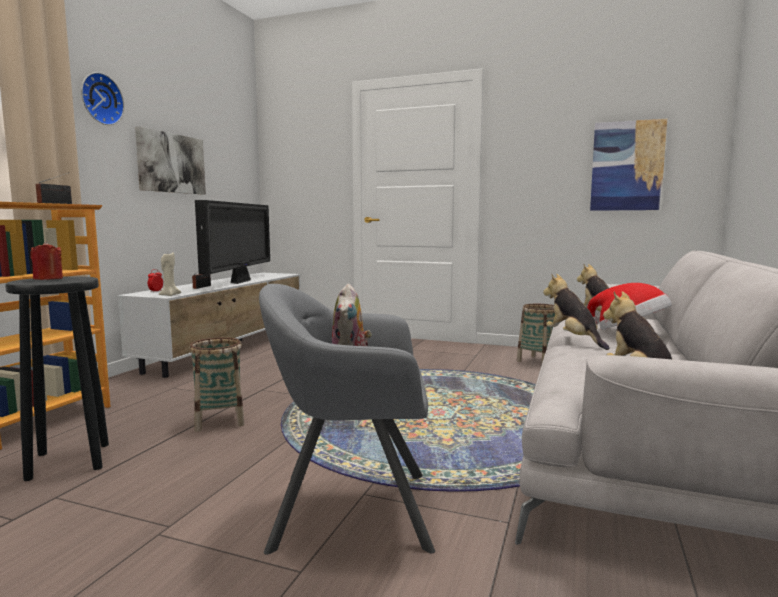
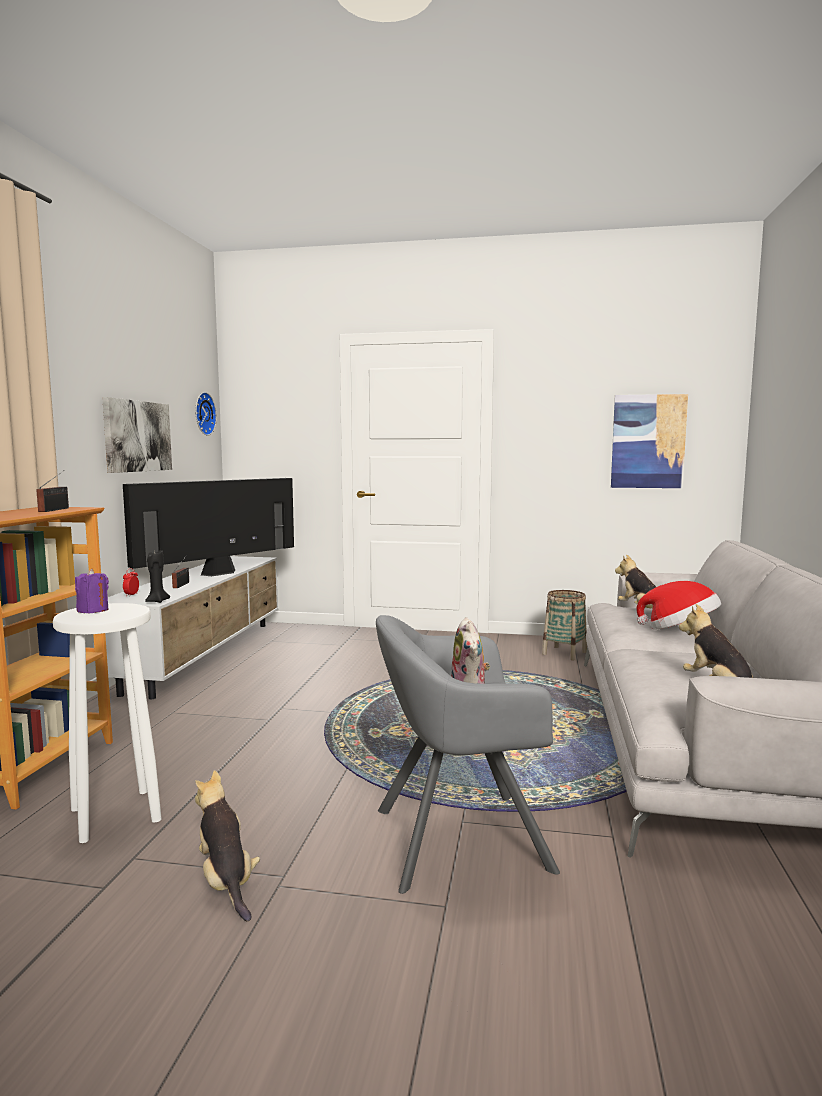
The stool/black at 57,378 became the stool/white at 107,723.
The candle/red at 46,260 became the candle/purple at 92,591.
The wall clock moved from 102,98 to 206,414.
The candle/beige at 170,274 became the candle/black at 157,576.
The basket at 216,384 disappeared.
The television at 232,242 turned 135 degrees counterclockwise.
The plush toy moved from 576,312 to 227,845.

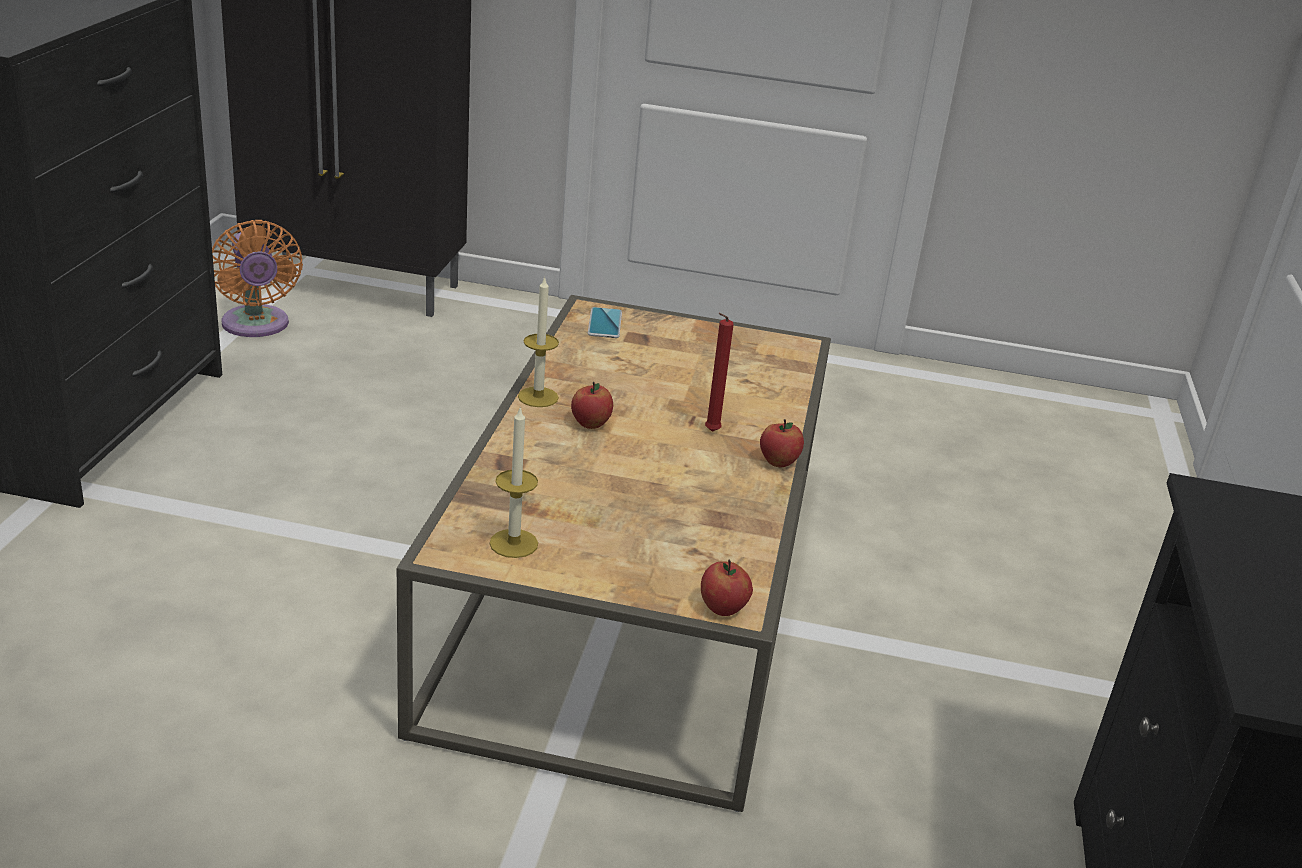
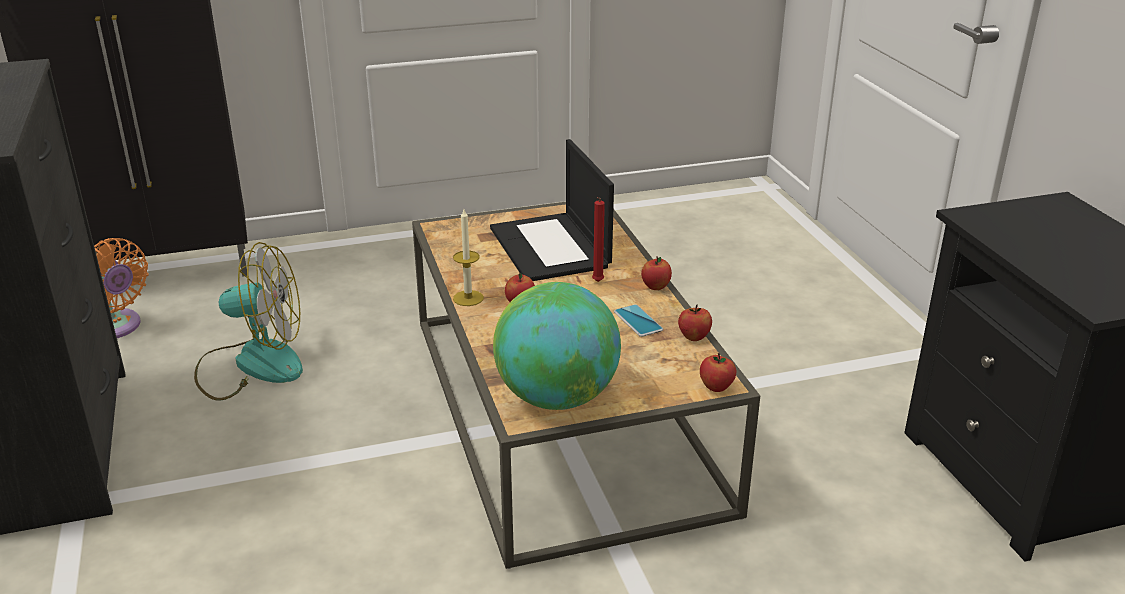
The candle at 514,483 was replaced by the globe at 557,346.
The phone moved from 605,322 to 638,320.
The fan at 248,321 appeared.
The laptop at 552,210 appeared.
The apple at 695,322 appeared.

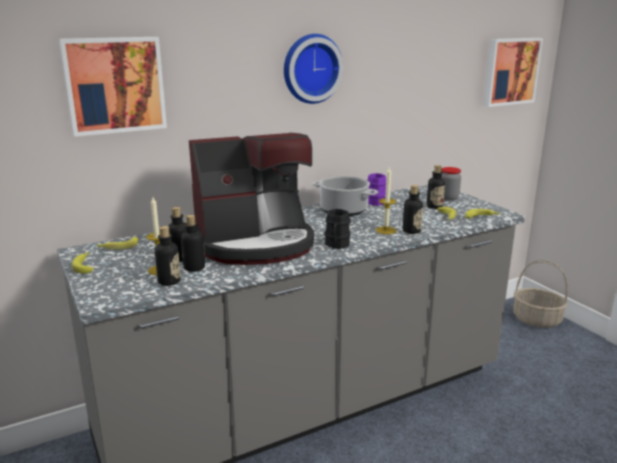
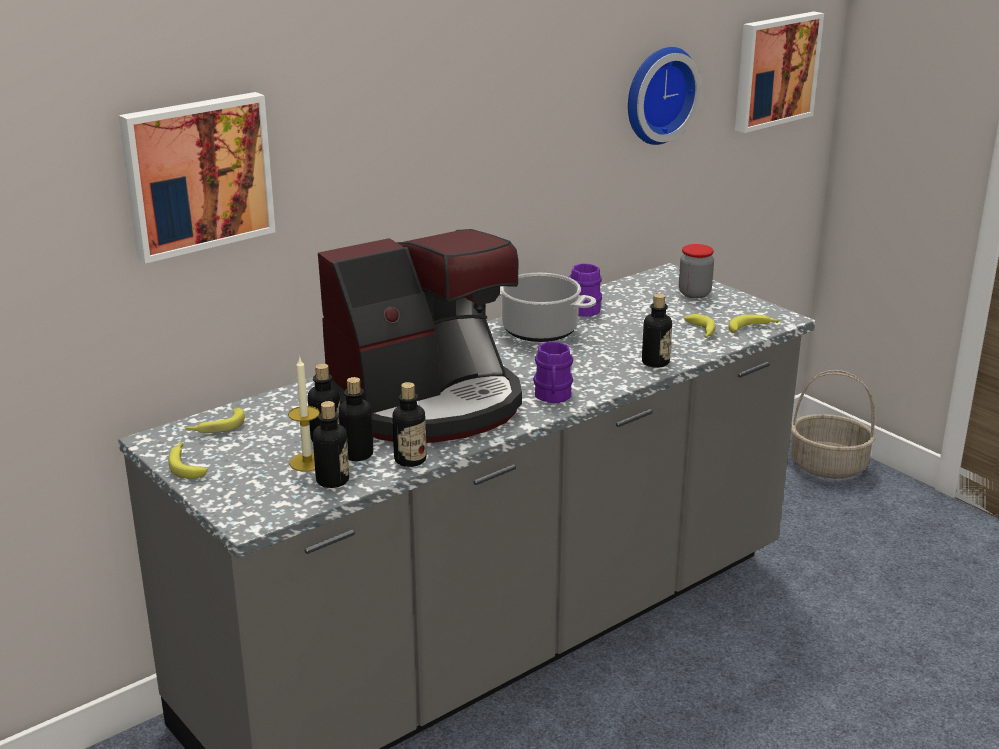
The wall clock moved from 314,69 to 665,96.
The mug/black at 338,229 became the mug/purple at 553,372.
The candle at 386,201 disappeared.
The bottle moved from 436,187 to 409,424.

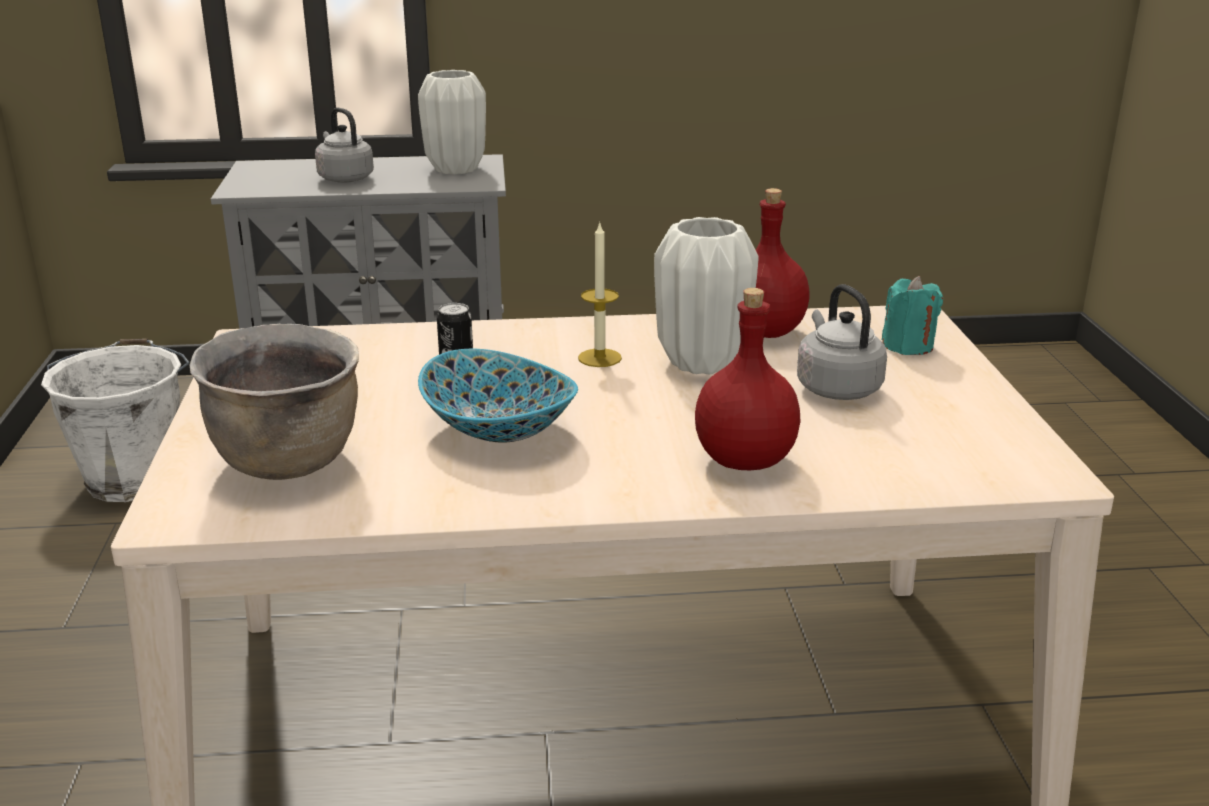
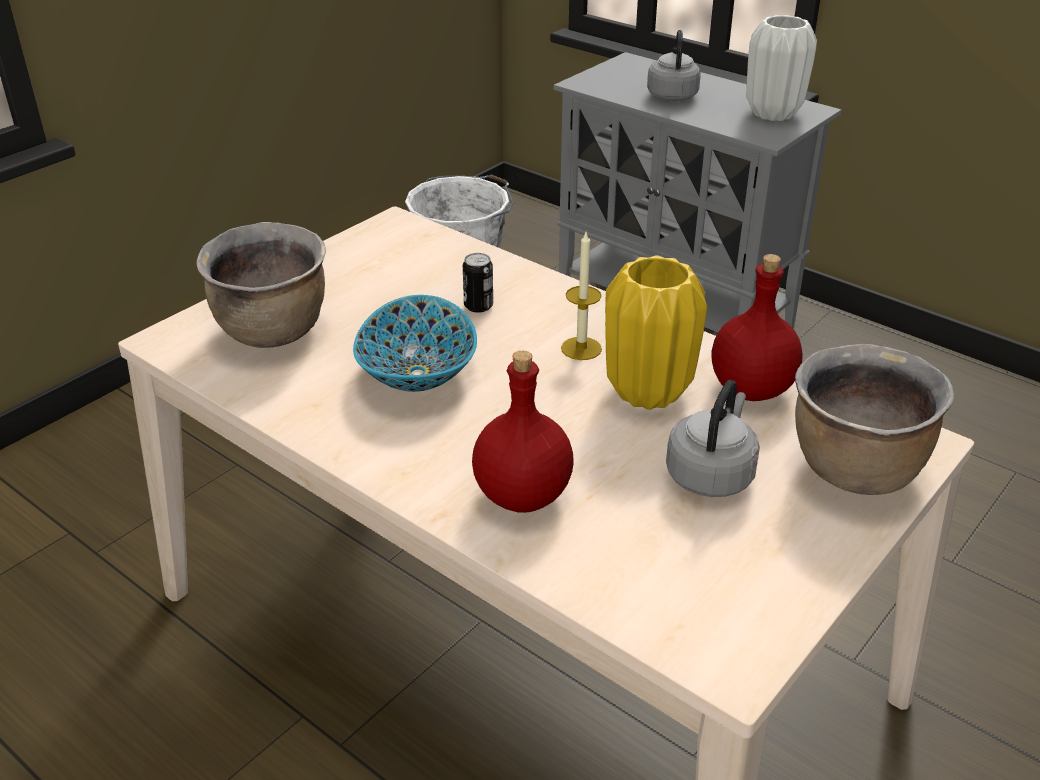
The vase/white at 706,295 became the vase/yellow at 656,332.
The candle/turquoise at 912,315 was replaced by the cooking pot/brown at 874,419.

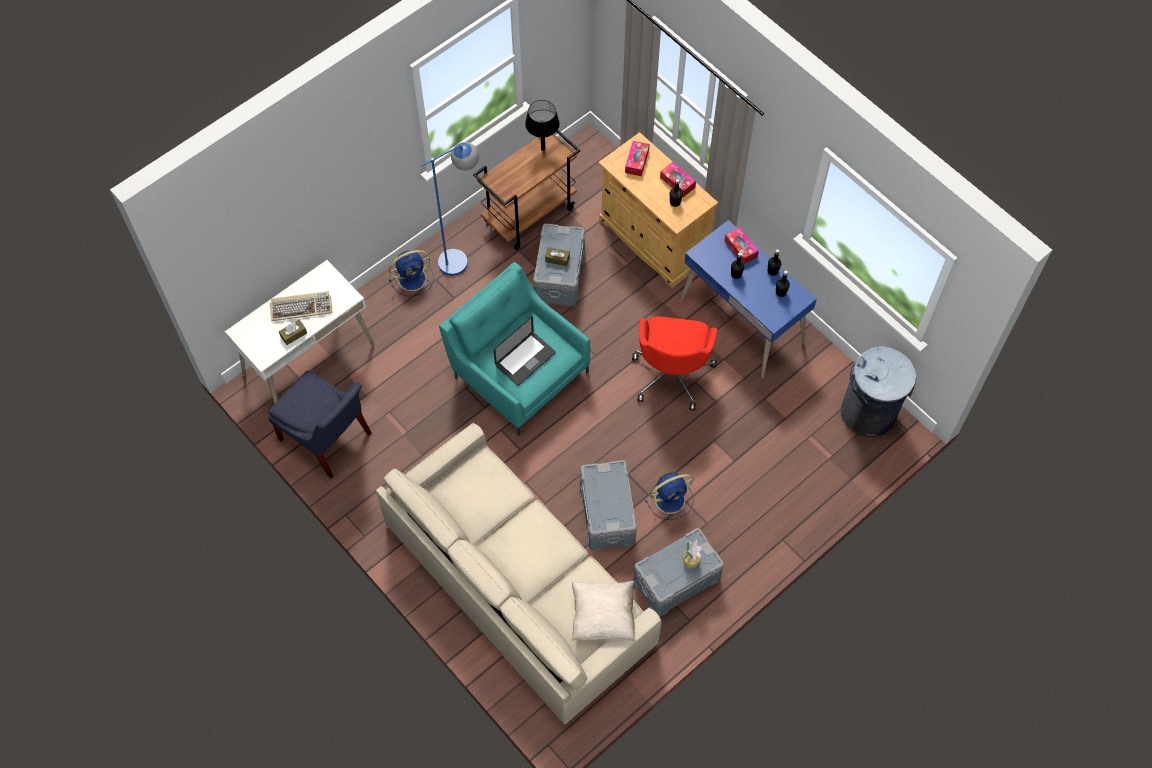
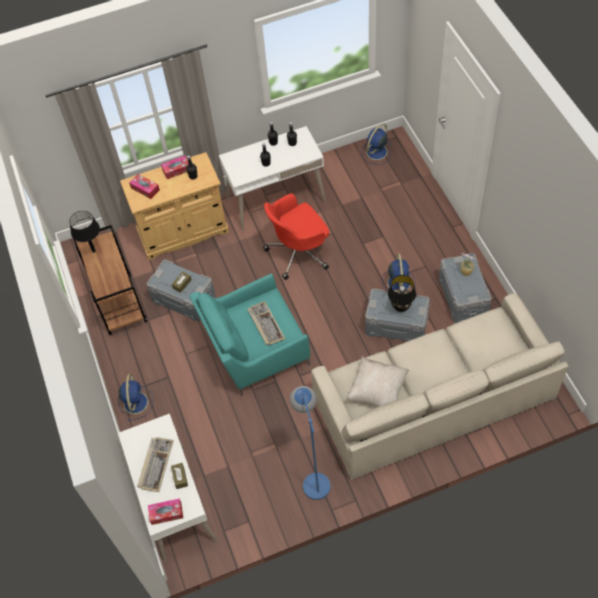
The chair/blue at 320,424 disappeared.
The floor lamp/blue moved from 450,208 to 310,443.
The laptop at 524,351 was replaced by the keyboard at 266,323.
The pillow/beige moved from 604,611 to 378,381.
The office chair/red at 674,364 turned 120 degrees clockwise.
The desk/blue at 748,299 became the desk/white at 272,178.
The tissue box moved from 742,245 to 165,512.
The trash can/grey at 878,391 was replaced by the fan/blue at 376,144.
The table lamp/black at 402,293 appeared.

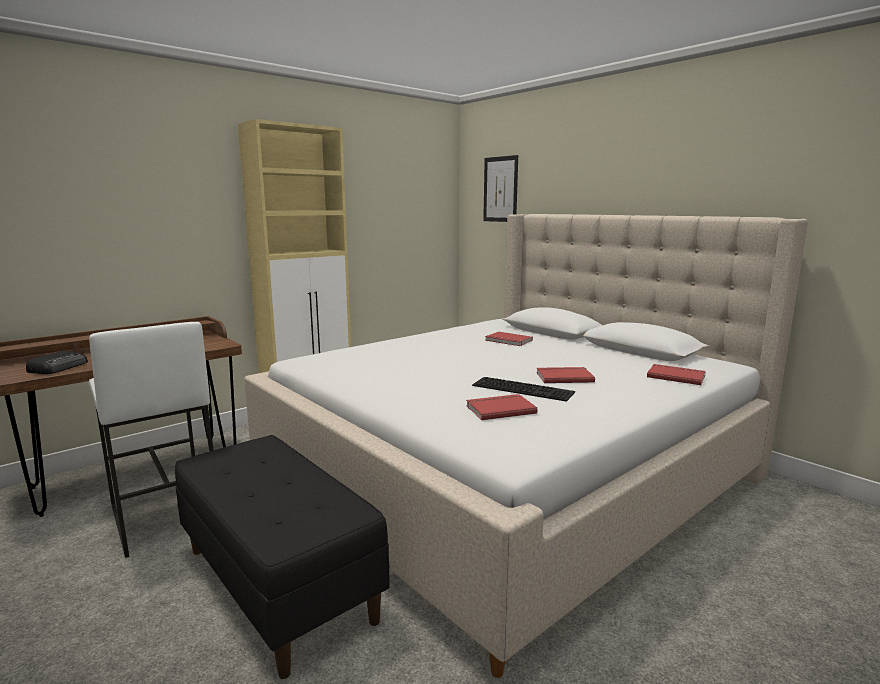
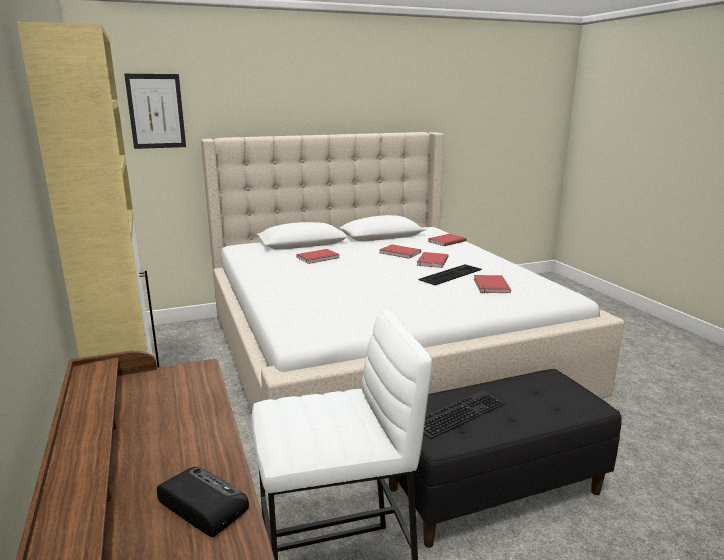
The book/red at 400,251 appeared.
The keyboard at 464,414 appeared.

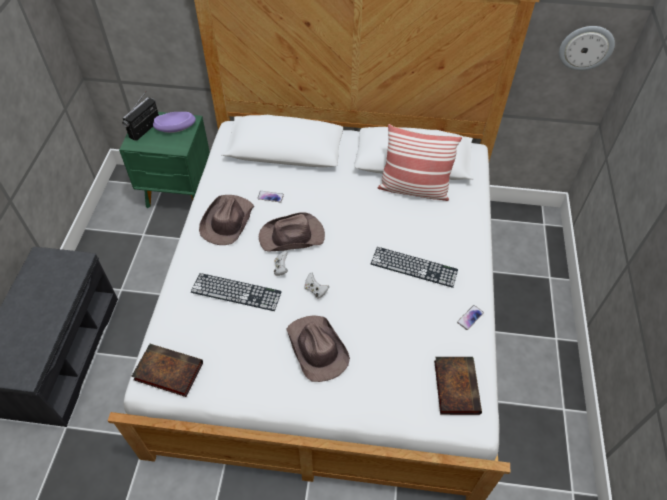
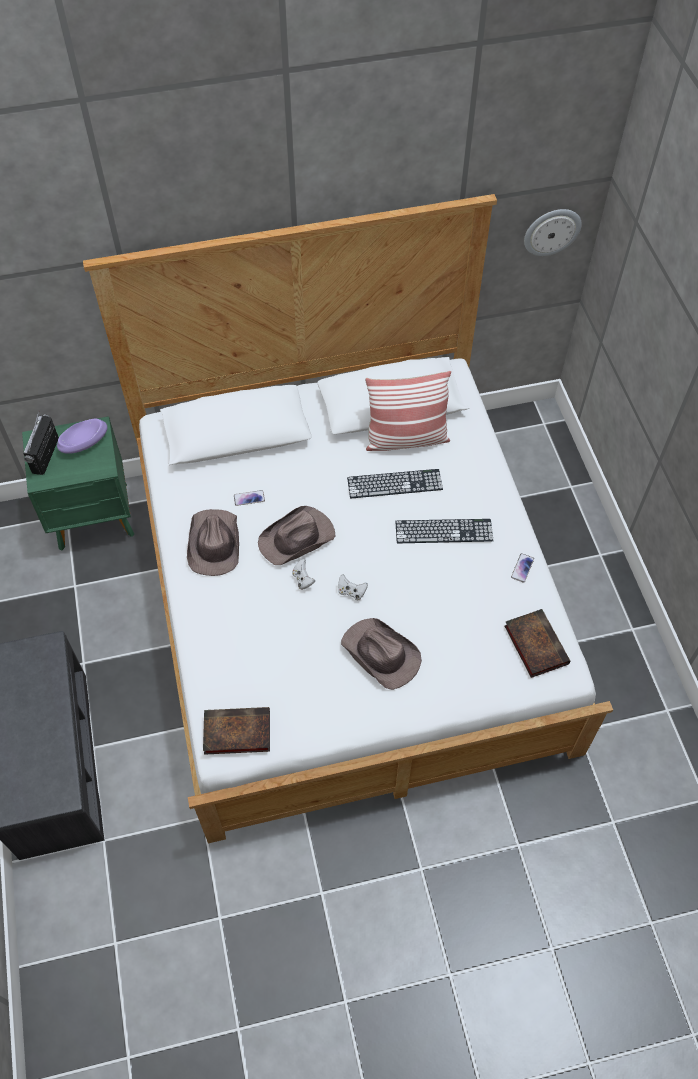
The keyboard moved from 236,292 to 395,483.

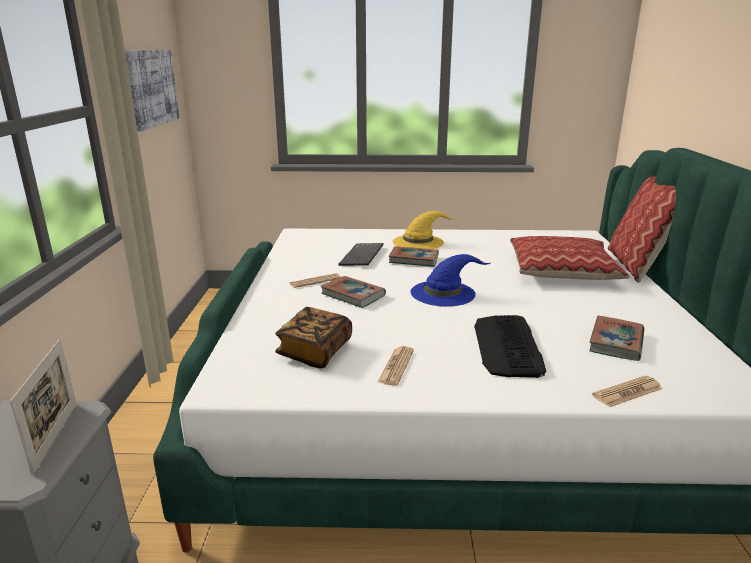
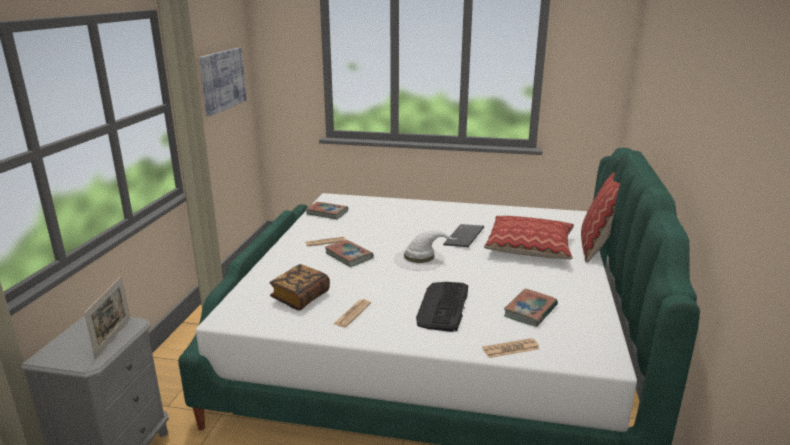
The keyboard moved from 361,254 to 463,235.
The book moved from 414,256 to 327,210.
The hat/yellow at 424,230 disappeared.
The hat/blue at 450,280 became the hat/white at 425,250.

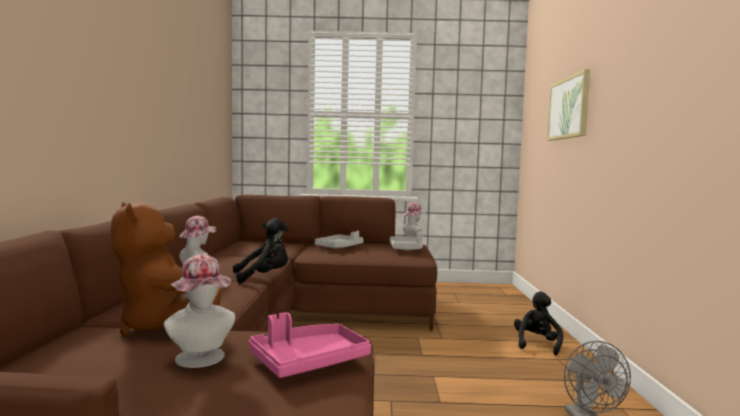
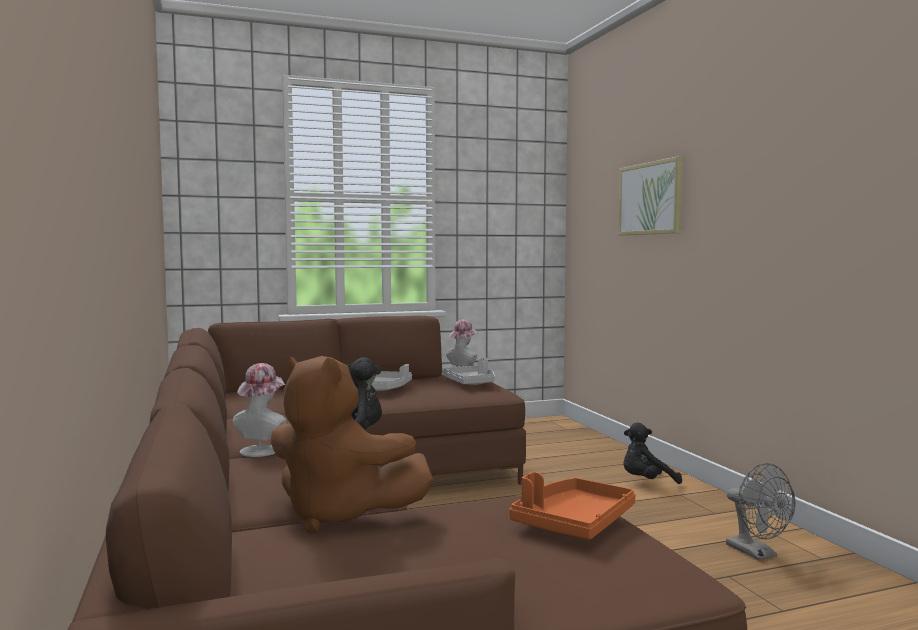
The hat at 199,311 disappeared.
The tray/pink at 310,345 became the tray/orange at 573,506.
The plush toy/black at 538,323 turned 105 degrees counterclockwise.

